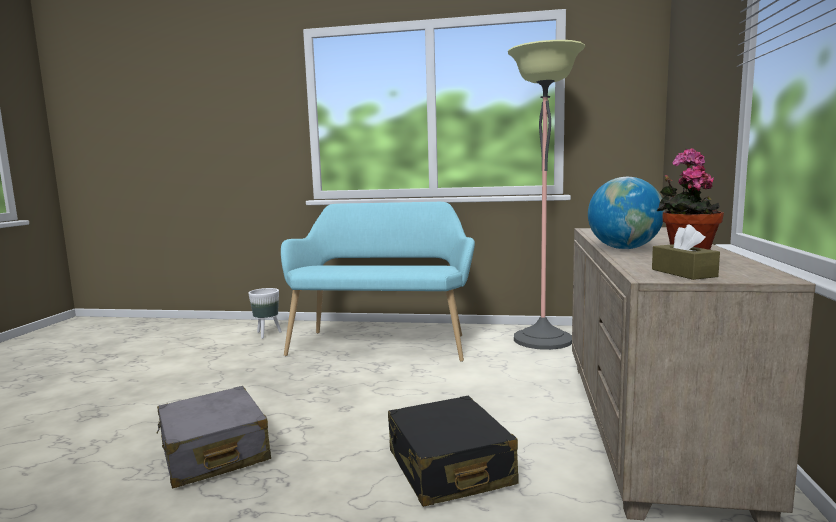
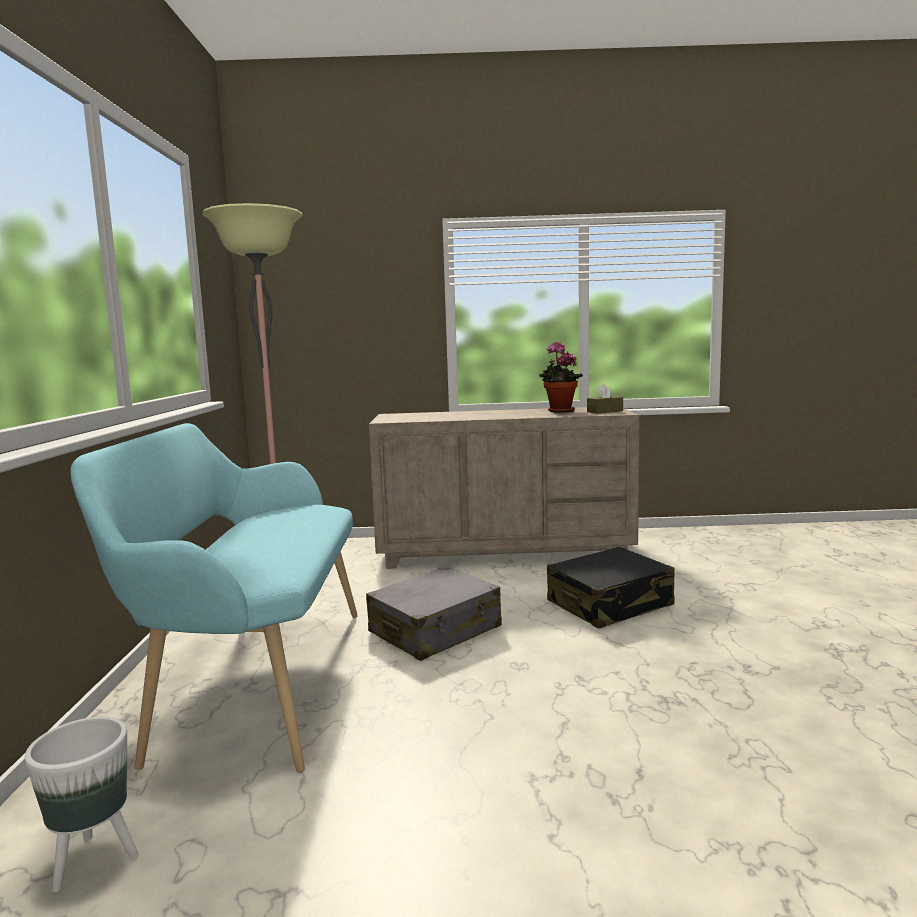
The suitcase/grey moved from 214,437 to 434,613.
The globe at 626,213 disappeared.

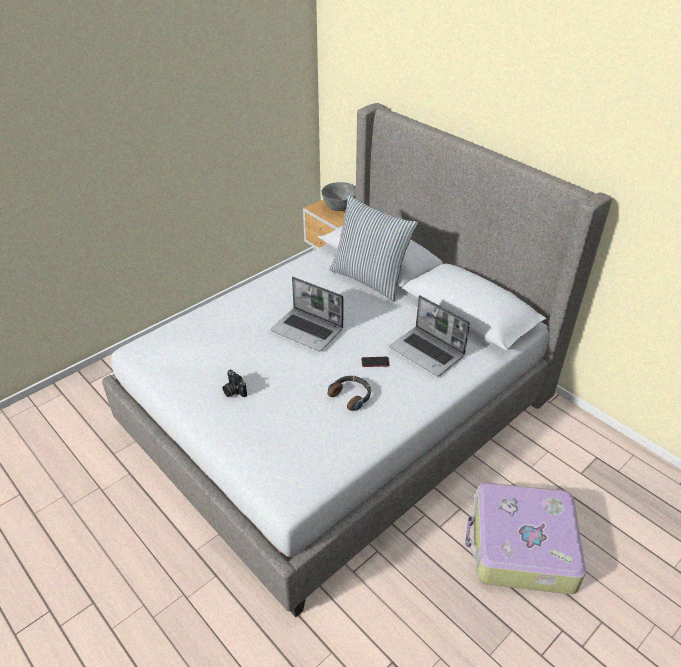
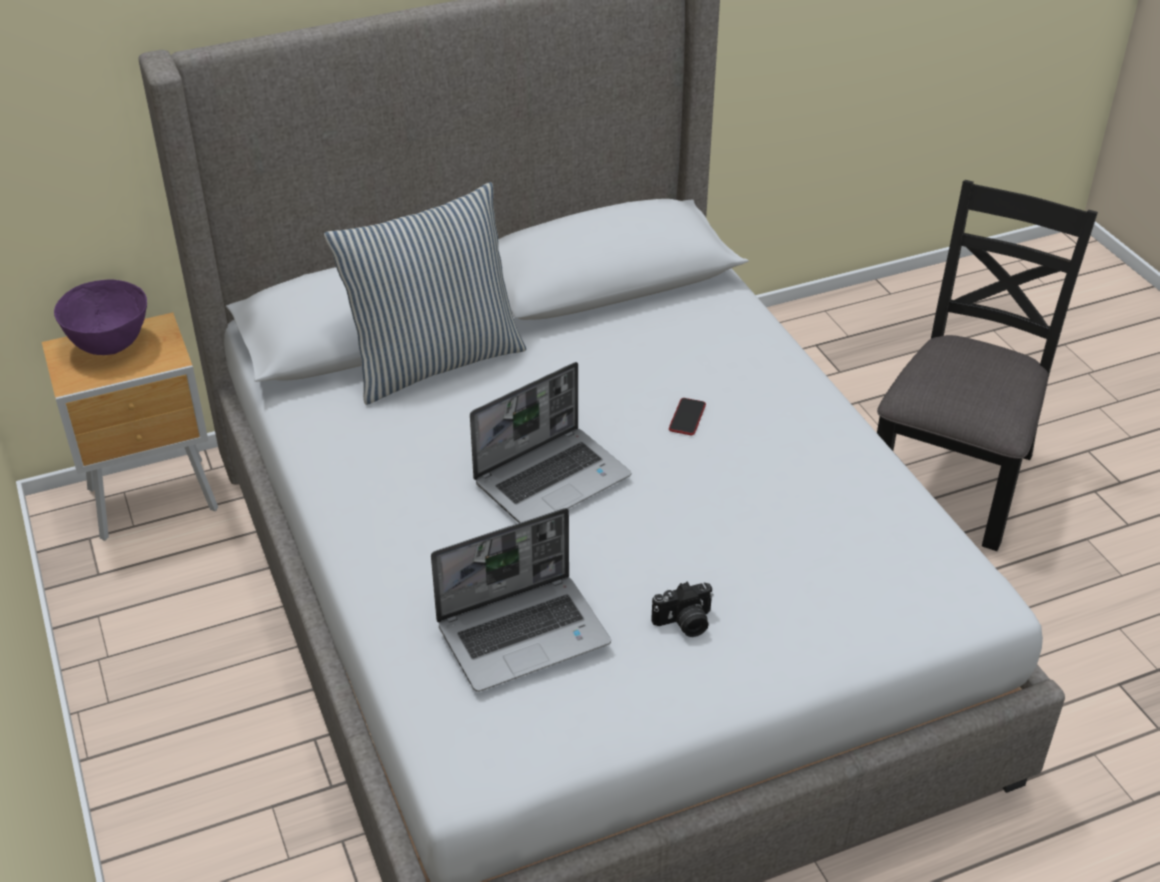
The bowl/grey at 339,196 became the bowl/purple at 100,317.
The headphones at 349,393 disappeared.
The laptop moved from 429,335 to 521,600.
The suitcase at 525,538 was replaced by the chair/black at 987,365.

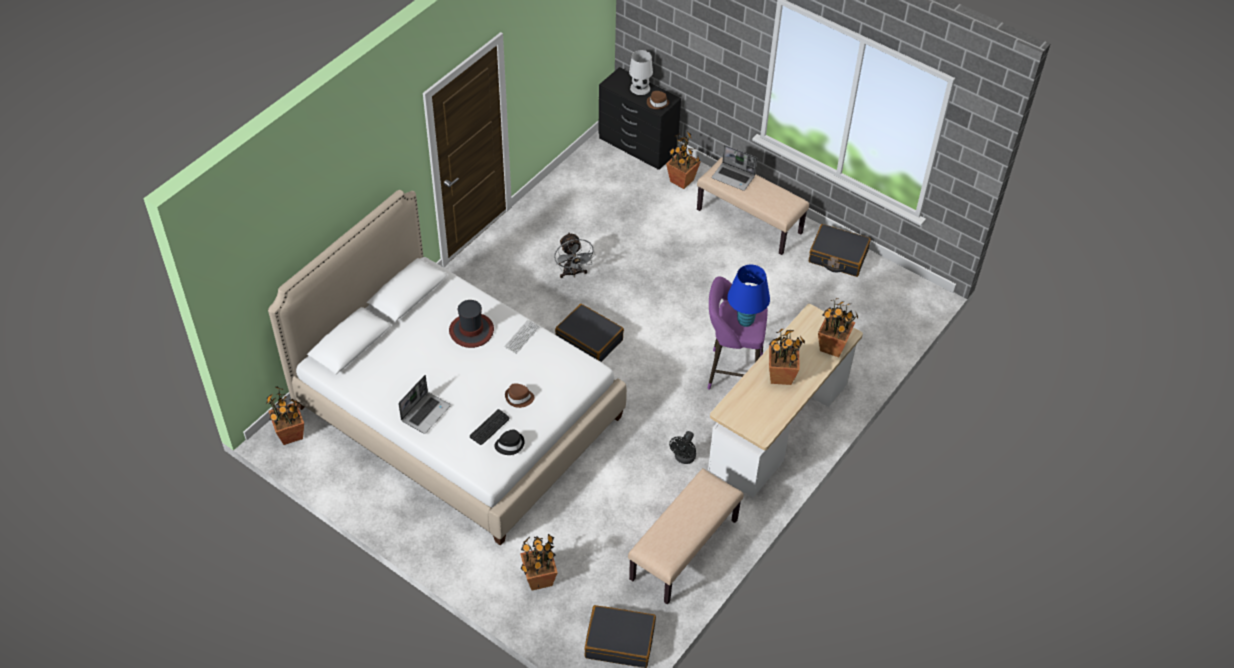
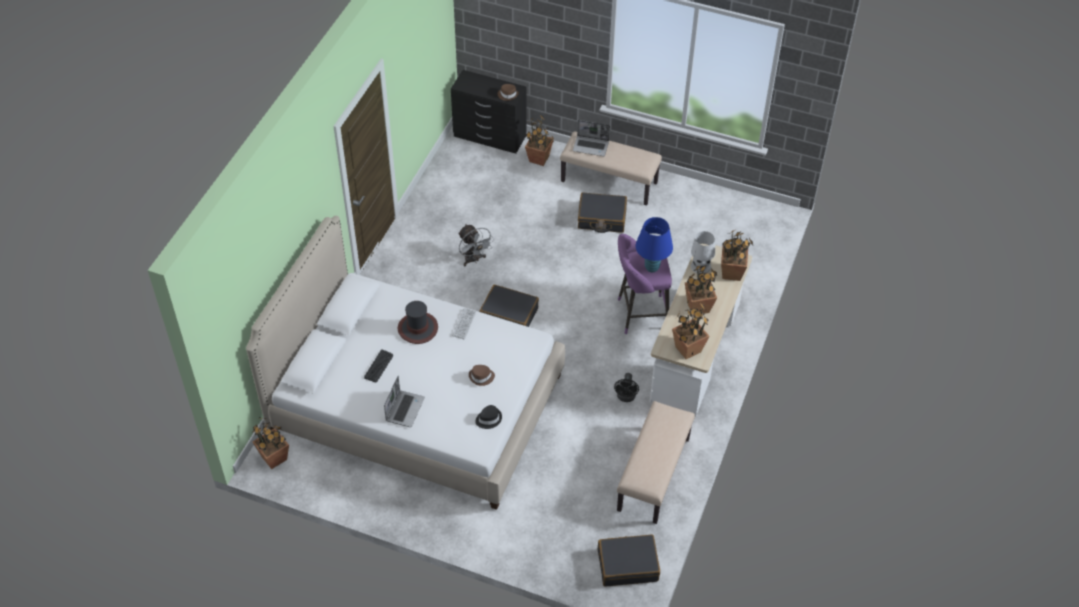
The keyboard moved from 489,427 to 378,365.
The potted plant moved from 539,562 to 691,331.
The table lamp/white moved from 641,72 to 703,252.
The suitcase/black moved from 840,250 to 602,212.

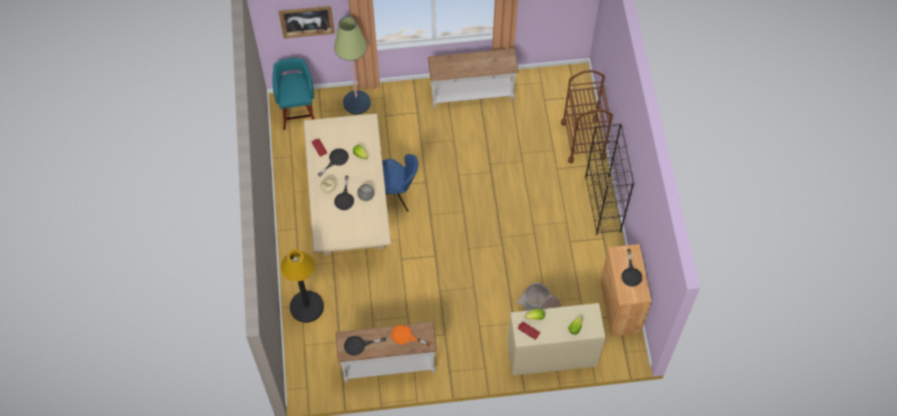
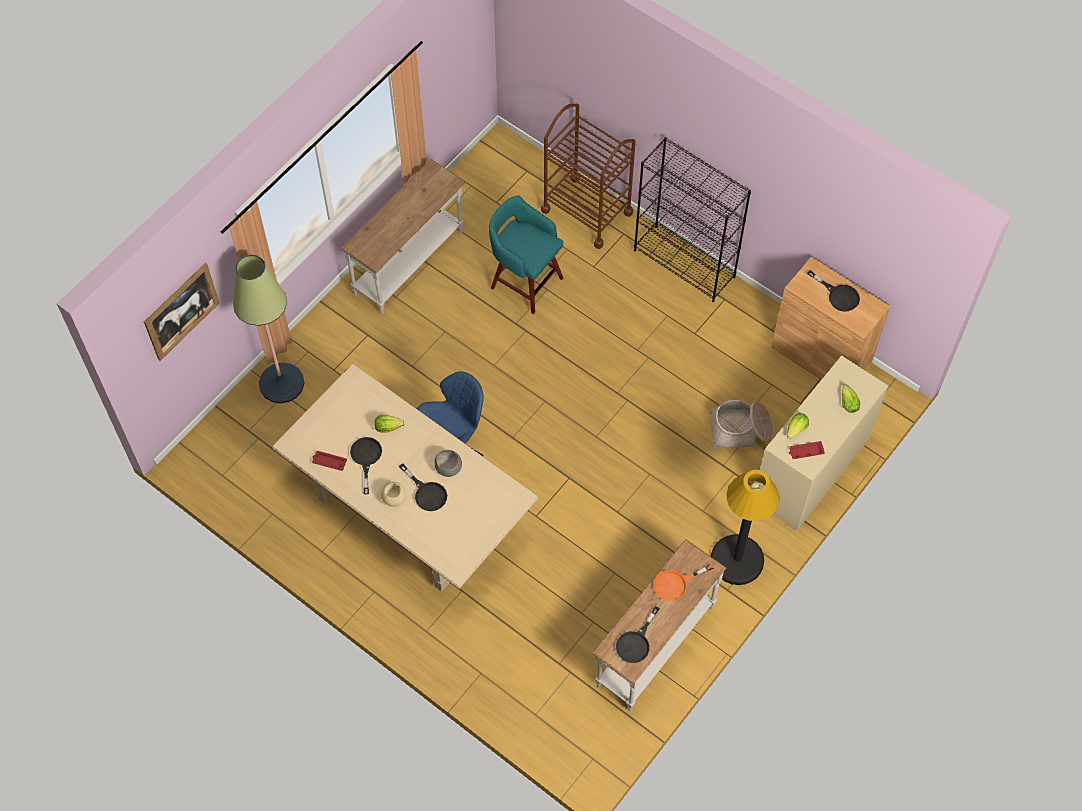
The stool/turquoise moved from 293,94 to 526,254.
The floor lamp/black moved from 302,286 to 745,527.

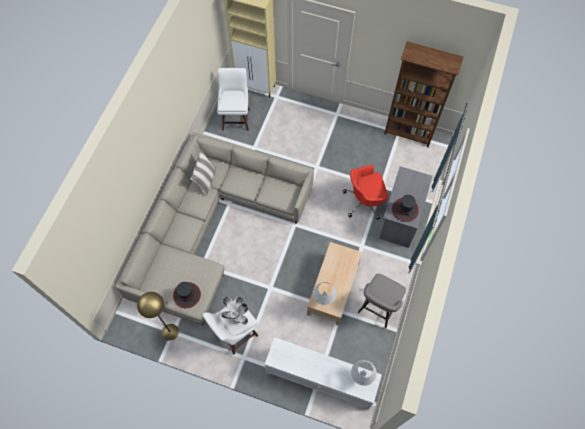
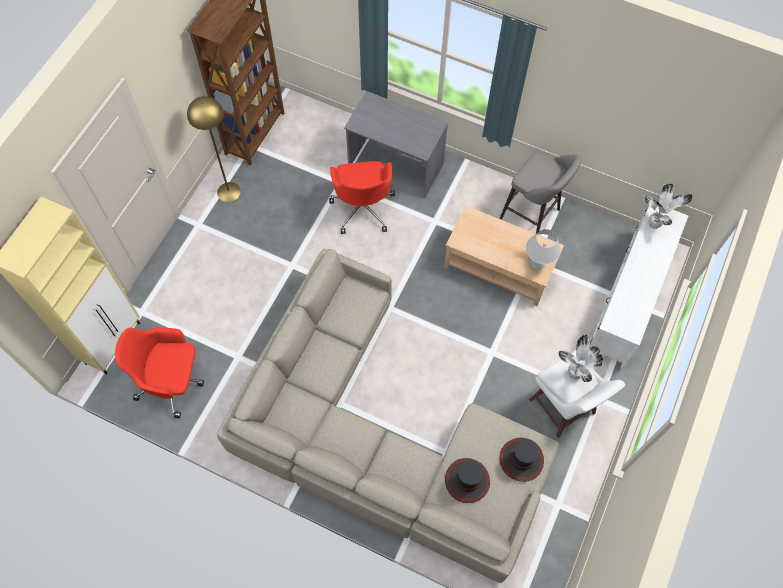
The floor lamp/yellow moved from 158,316 to 214,149.
The pillow at 203,173 disappeared.
The stool/white at 233,99 was replaced by the office chair/red at 159,373.
The table lamp/white at 364,373 was replaced by the potted plant at 668,206.
The hat moved from 405,208 to 467,480.

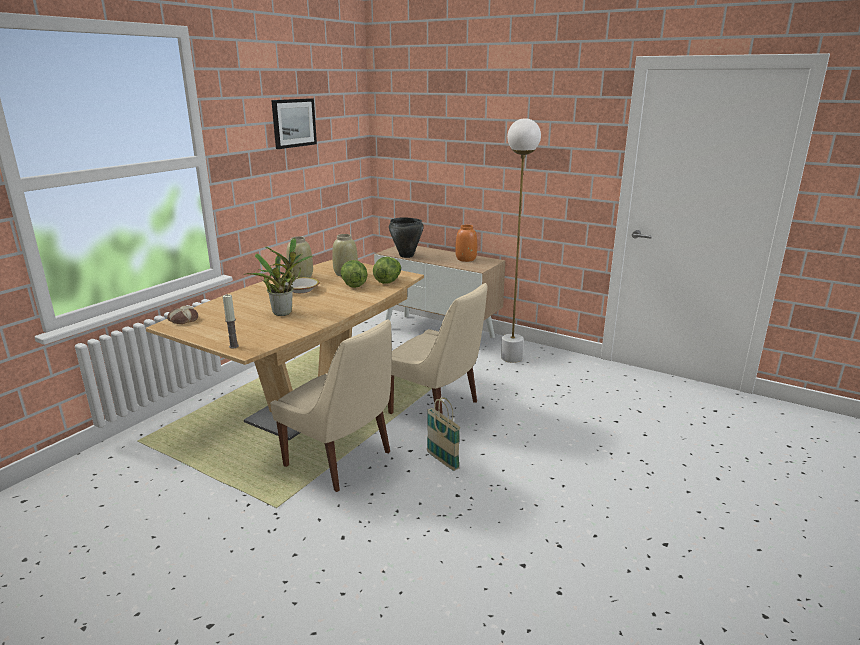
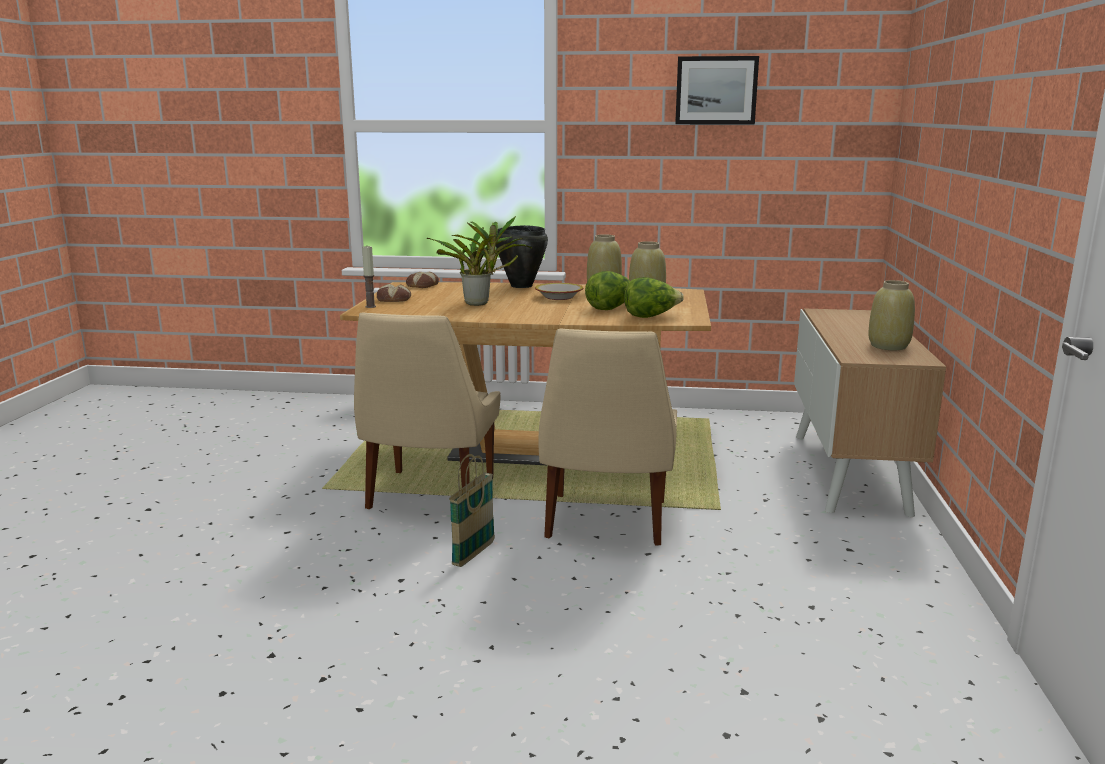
The cooking pot/black moved from 406,238 to 522,256.
The vase/orange at 466,243 became the vase/beige at 891,315.
The floor lamp/white at 521,240 disappeared.
The bread at 394,293 appeared.

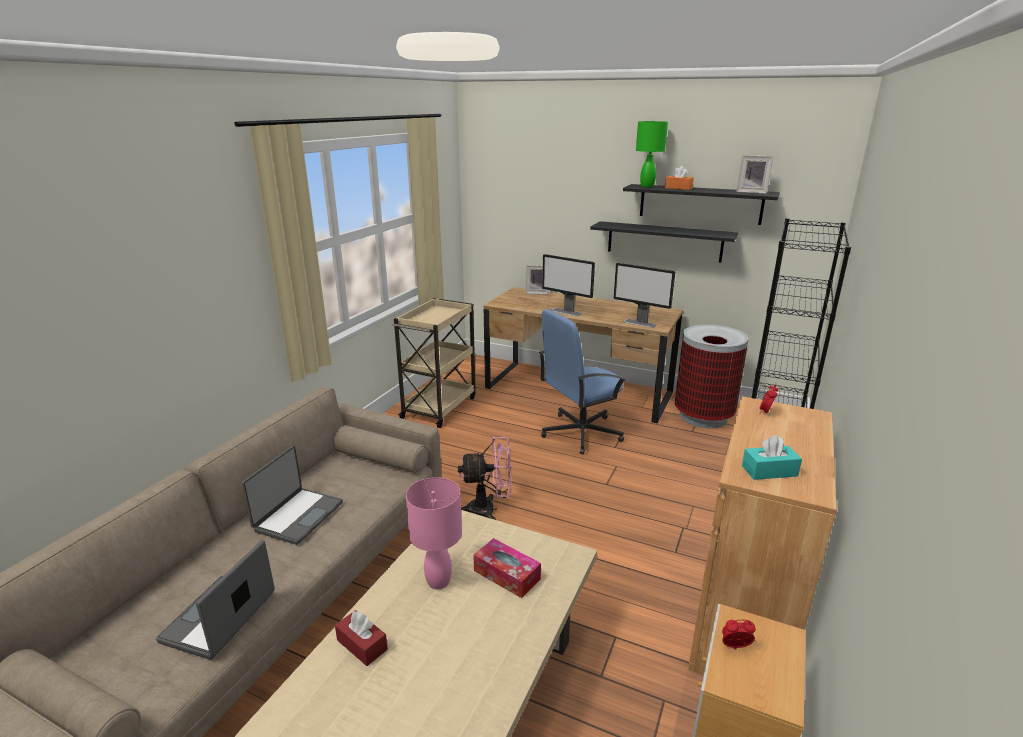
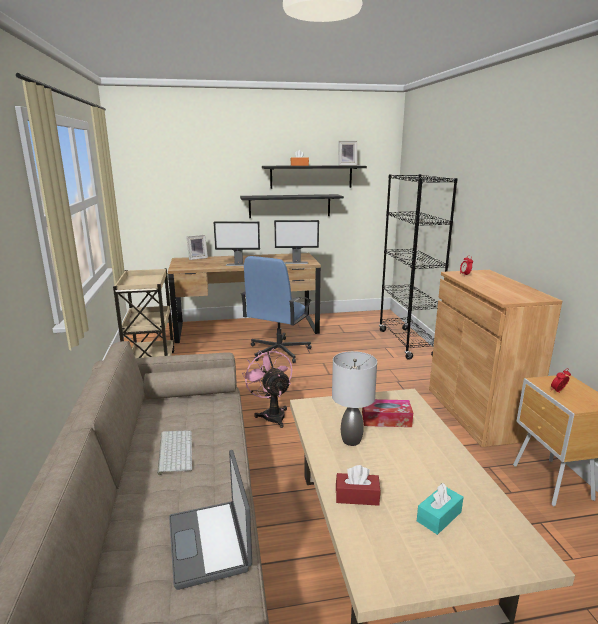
The laptop at 292,495 was replaced by the keyboard at 174,452.
The table lamp/pink at 434,533 became the table lamp/grey at 354,398.
The fan/pink at 485,478 turned 75 degrees counterclockwise.
The table lamp/green at 652,154 disappeared.
The trash can at 712,376 disappeared.
The tissue box/turquoise moved from 772,457 to 440,509.

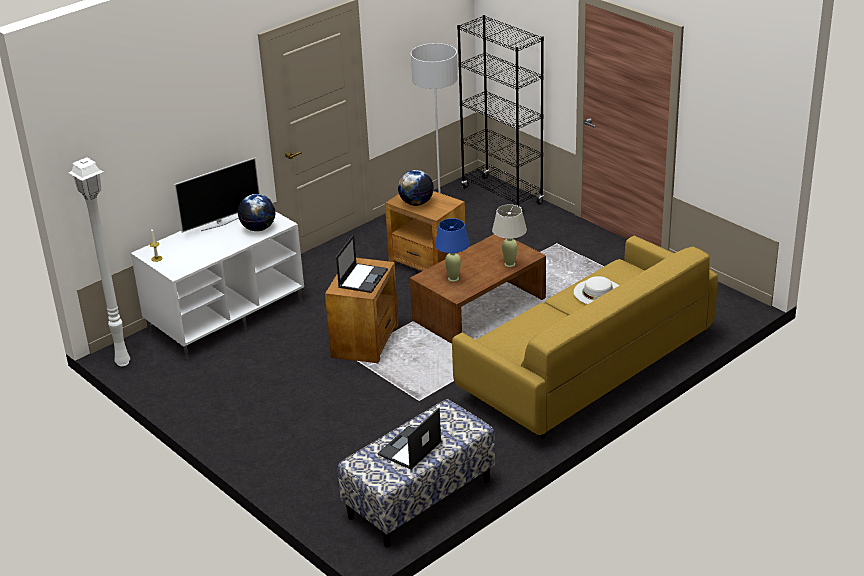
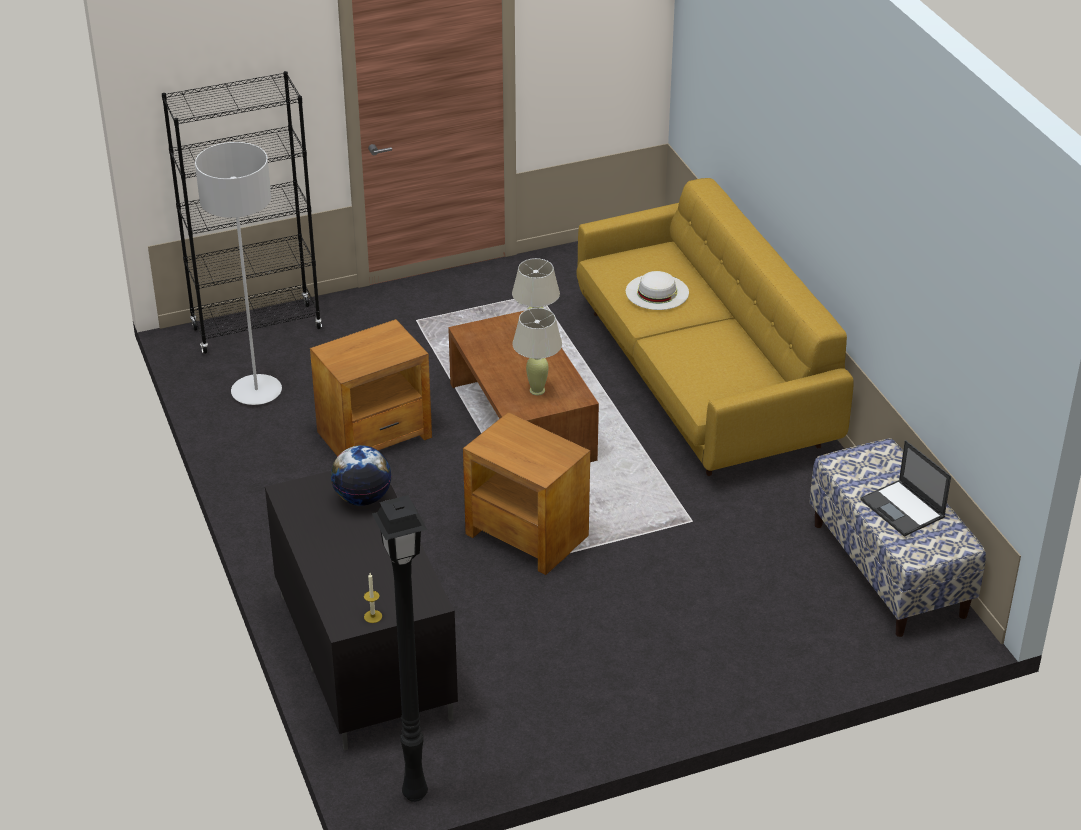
The floor lamp/white at 99,261 became the floor lamp/black at 400,648.
The tv stand/white at 217,285 became the tv stand/black at 361,610.
The television at 217,195 disappeared.
The laptop at 362,263 disappeared.
The globe at 416,188 disappeared.
The table lamp/blue at 452,250 became the table lamp/beige at 537,351.

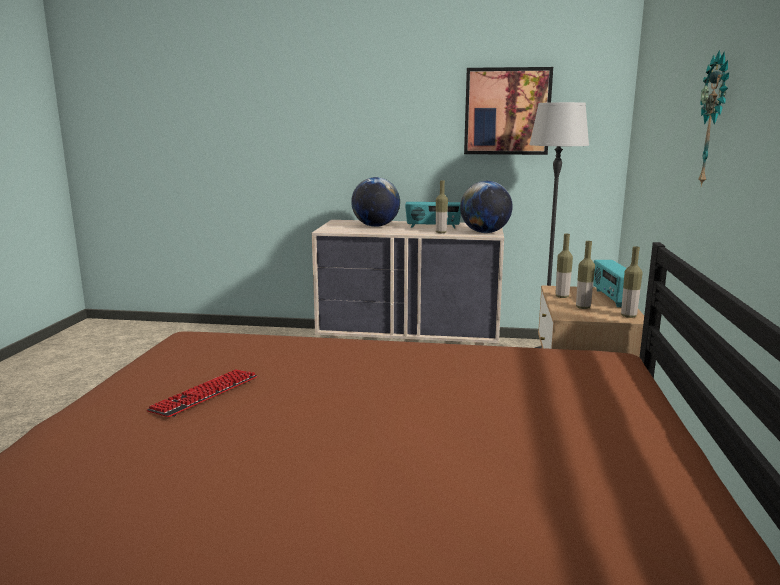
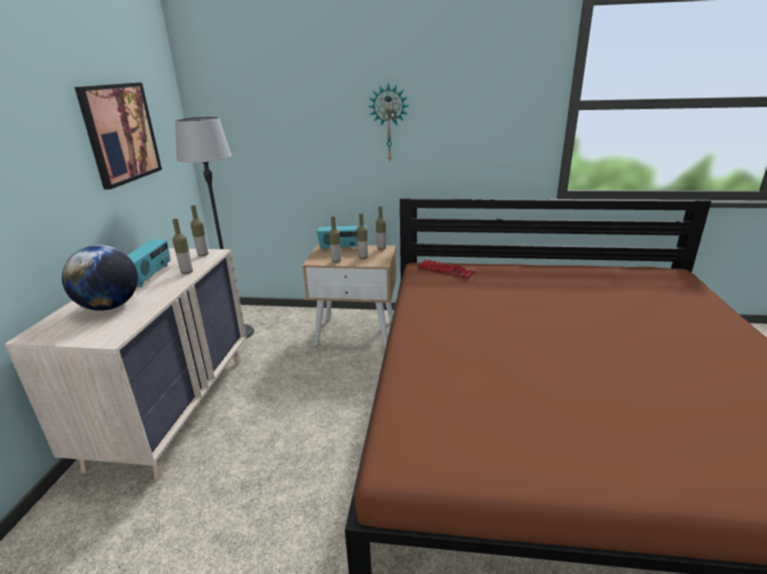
The keyboard moved from 202,393 to 446,269.
The globe at 486,207 was replaced by the bottle at 199,230.

